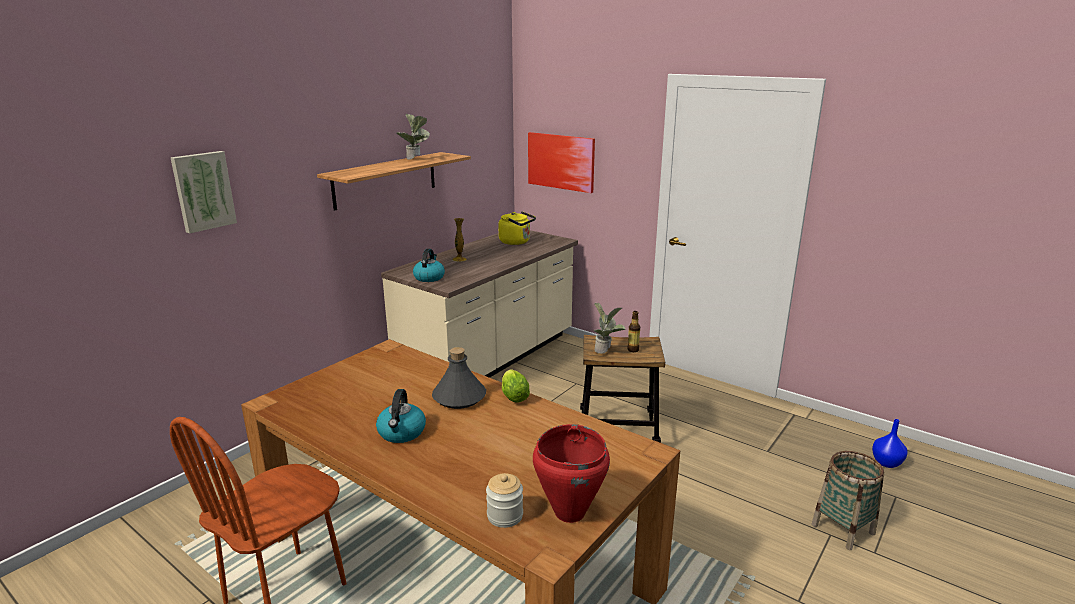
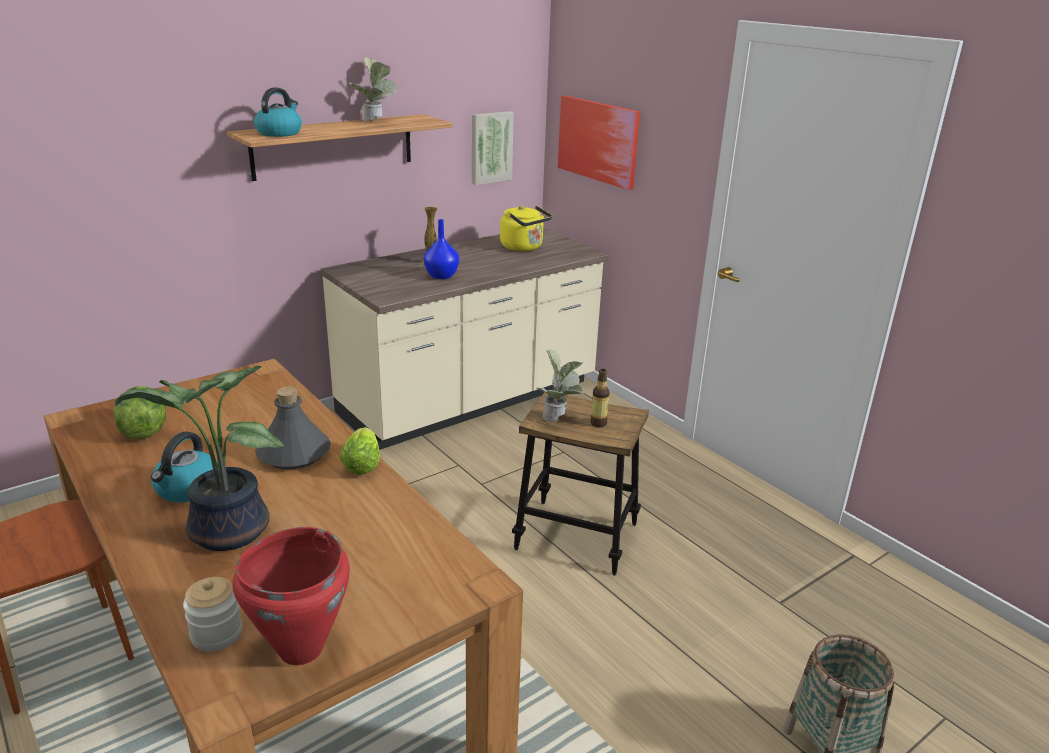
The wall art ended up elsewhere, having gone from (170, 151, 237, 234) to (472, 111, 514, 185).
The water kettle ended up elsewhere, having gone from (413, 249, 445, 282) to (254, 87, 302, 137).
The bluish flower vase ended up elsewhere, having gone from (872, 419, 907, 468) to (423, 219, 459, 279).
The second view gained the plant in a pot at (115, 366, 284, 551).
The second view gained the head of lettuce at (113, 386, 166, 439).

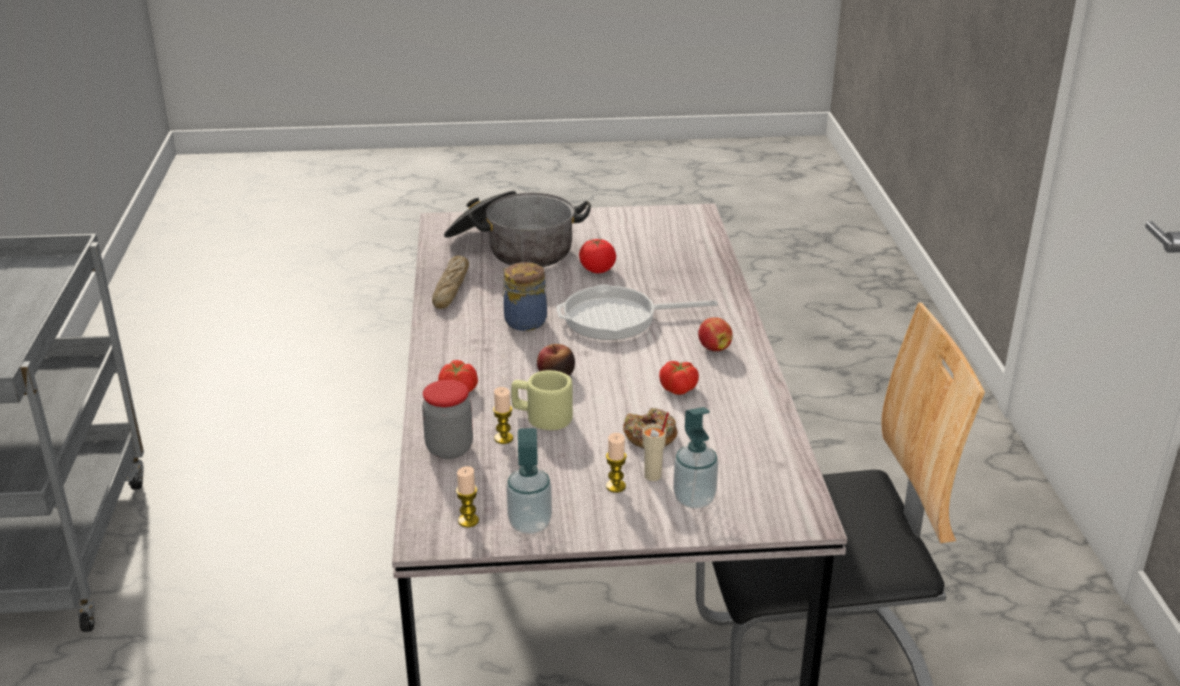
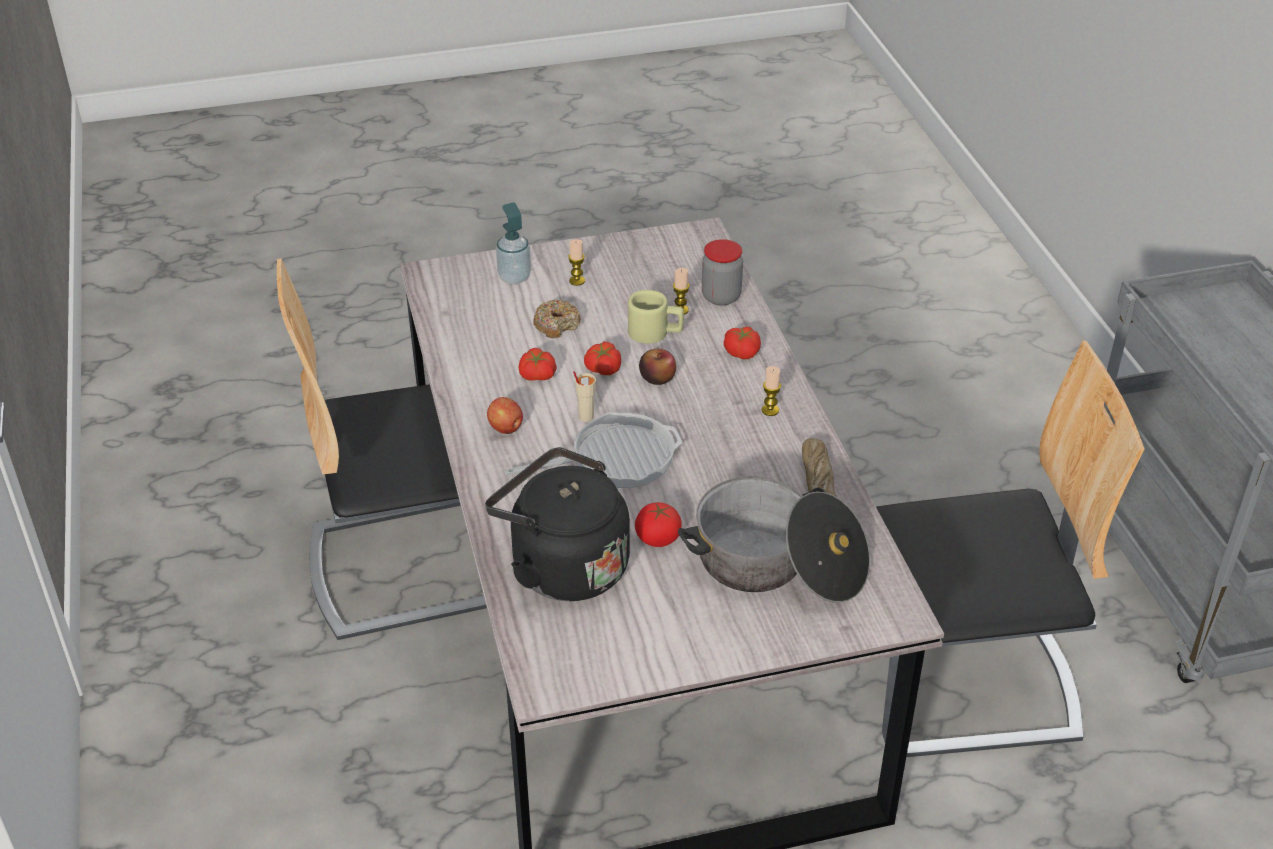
The second view lost the jar at (503, 262, 547, 331).
The beige cup ended up elsewhere, having gone from (642, 412, 669, 481) to (573, 371, 596, 422).
The second view lost the liquid soap bottle at (506, 428, 552, 534).
The wax candle ended up elsewhere, having gone from (456, 466, 479, 528) to (762, 366, 781, 416).
The second view gained the upright chair at (876, 341, 1145, 757).
The second view gained the tomato at (584, 342, 621, 375).
The second view gained the black water kettle at (485, 447, 630, 601).

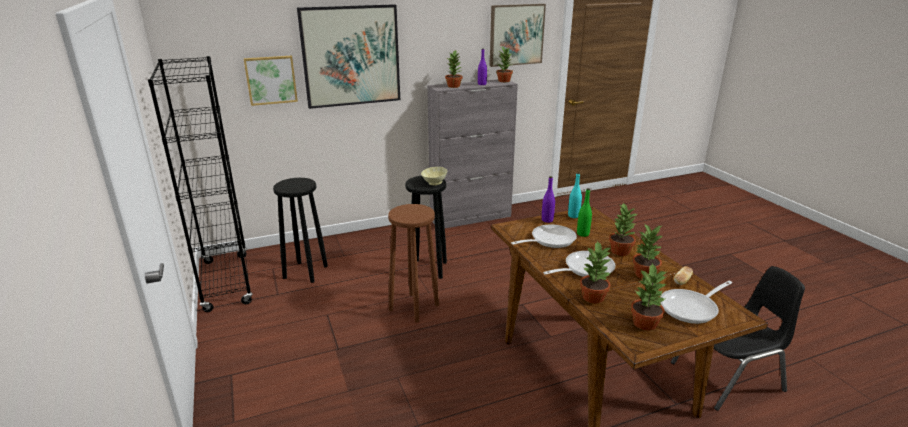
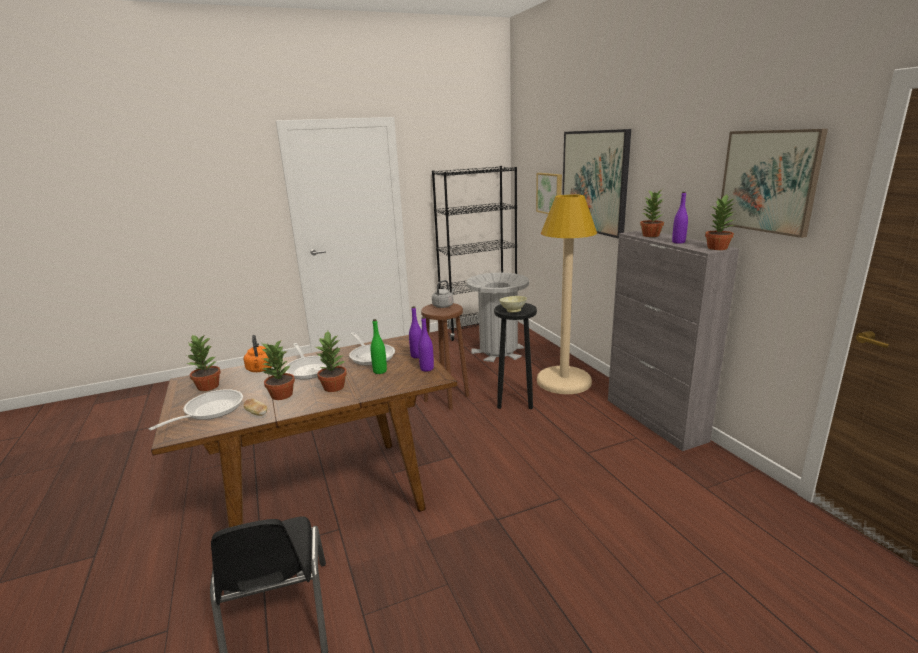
What was the blue-green beverage bottle at (568, 173, 582, 218) turned into the purple-coloured beverage bottle at (418, 317, 434, 371).
Where the black stool stood at (273, 178, 328, 283), the gray trash can came to stand at (467, 272, 529, 362).
Where the plant in a pot stood at (580, 241, 612, 304), the orange water kettle came to stand at (244, 335, 272, 372).
The frying pan at (660, 281, 732, 324) ended up facing another way, 60 degrees clockwise from before.
The second view gained the beige floor lamp at (537, 194, 597, 394).
The second view gained the gray water kettle at (432, 280, 455, 308).

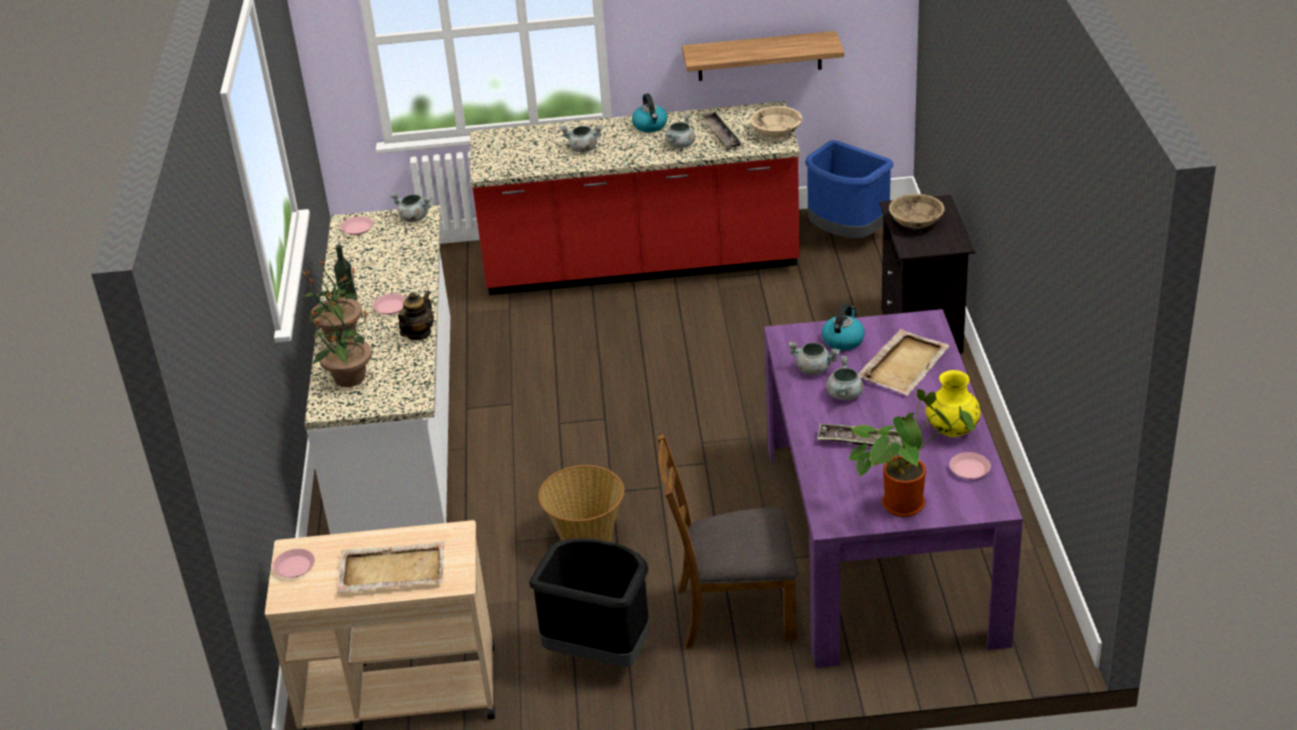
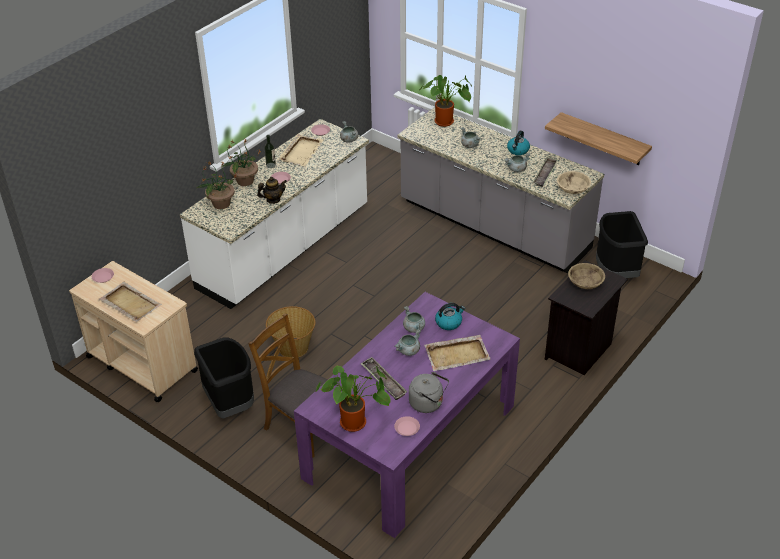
What was the reddish kitchen base unit at (470, 101, 800, 295) turned into the gray kitchen base unit at (397, 107, 604, 274).
What was the bluish trash can at (805, 140, 893, 239) turned into the black trash can at (596, 211, 648, 278).
Where the yellow-coloured flower vase stood at (926, 370, 981, 437), the gray water kettle came to stand at (409, 372, 449, 413).
The second view gained the plant in a pot at (419, 75, 472, 127).
The second view gained the beige tray at (278, 134, 323, 167).

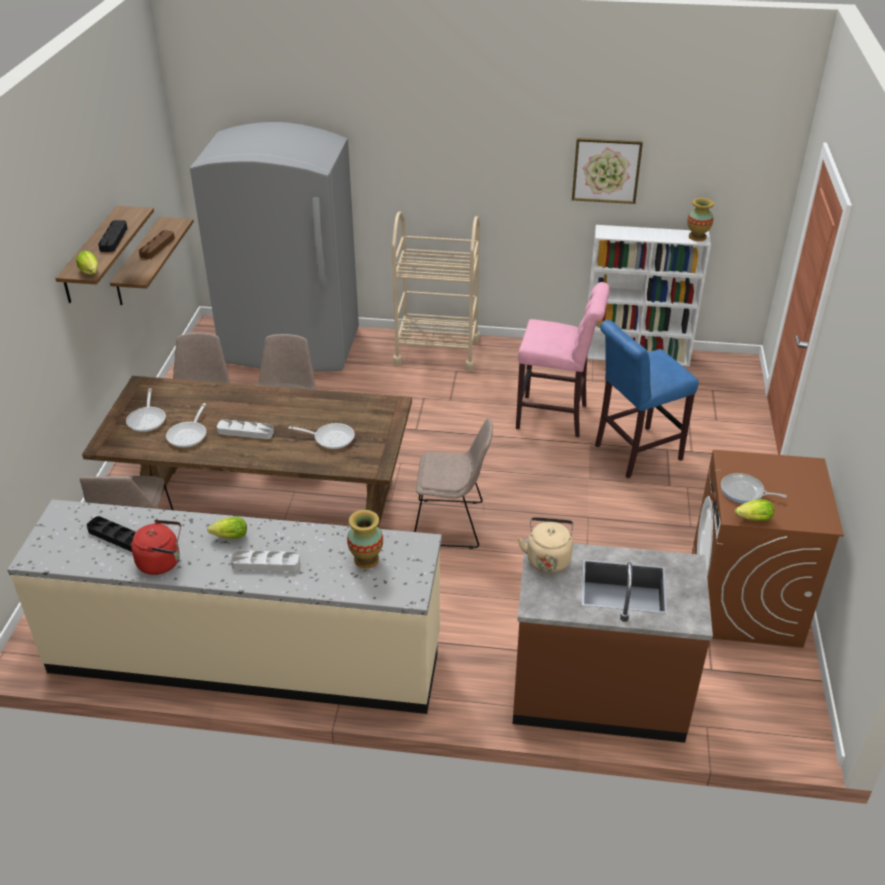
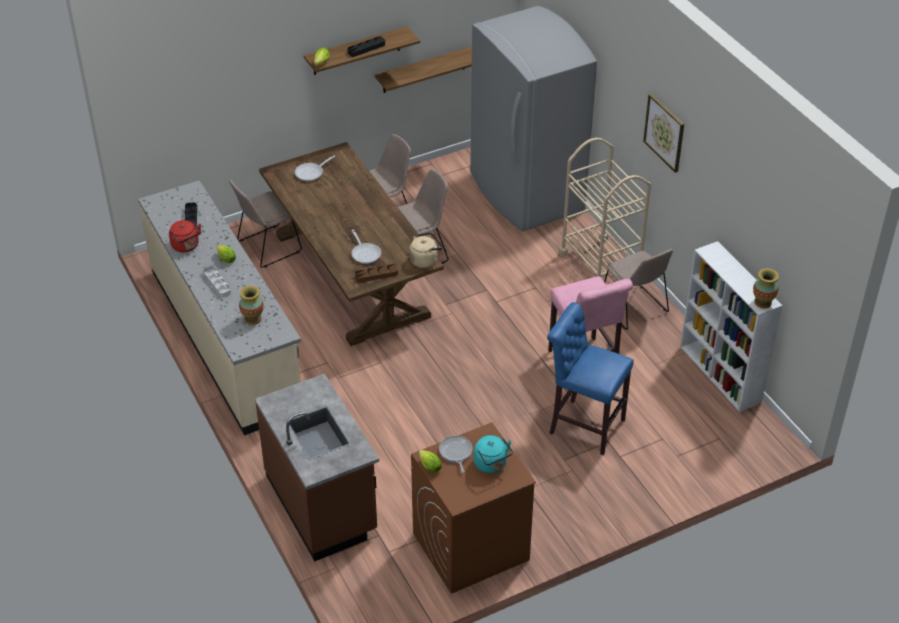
The wall art ended up elsewhere, having gone from (572, 138, 643, 204) to (643, 94, 684, 173).
The brown-coloured tray ended up elsewhere, having gone from (139, 230, 175, 259) to (355, 264, 398, 283).
The second view lost the frying pan at (166, 403, 206, 448).
The beige upright chair ended up elsewhere, having gone from (414, 418, 493, 549) to (604, 249, 673, 330).
The second view lost the gray tray at (217, 419, 274, 439).
The beige water kettle ended up elsewhere, having gone from (518, 517, 573, 573) to (409, 232, 443, 268).
The second view gained the blue-green water kettle at (474, 435, 513, 474).

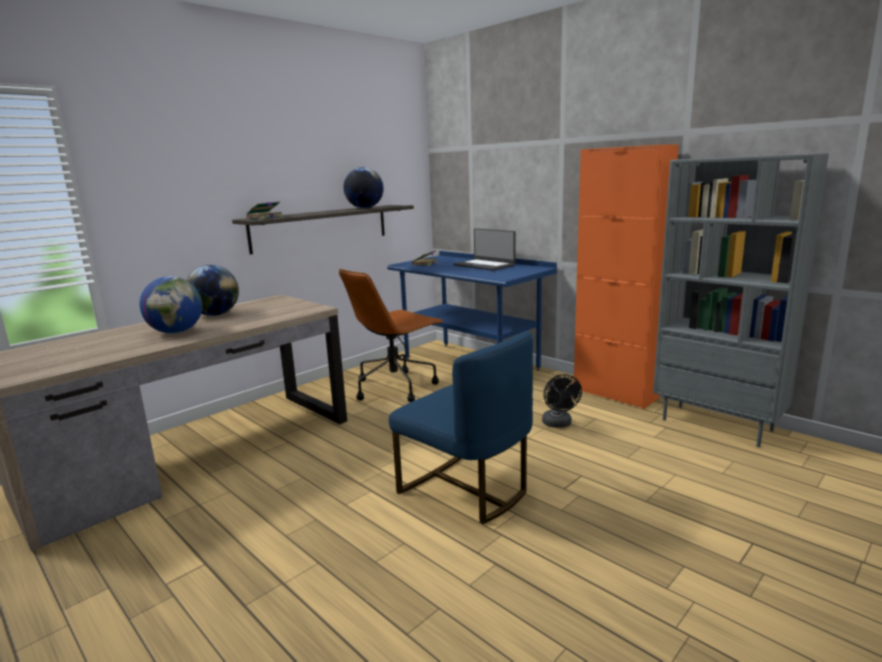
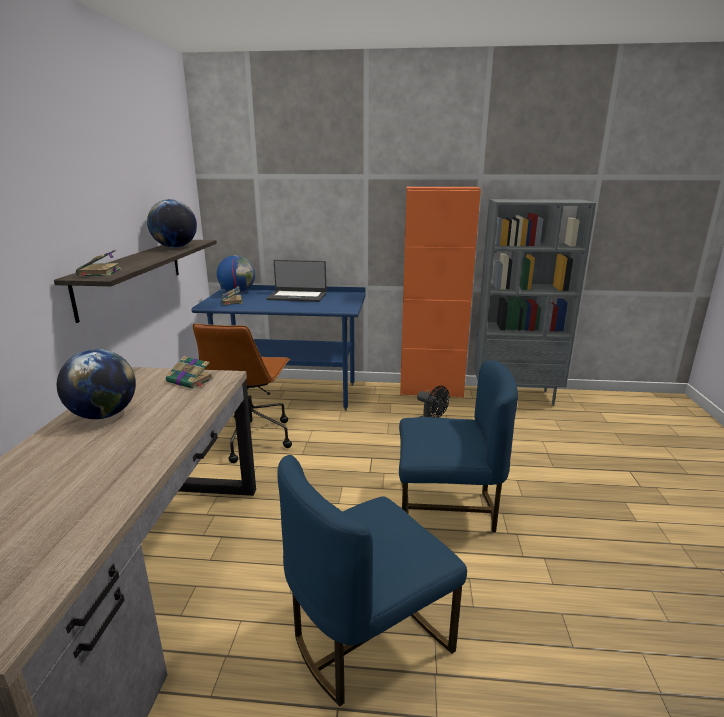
The globe ended up elsewhere, having gone from (140, 276, 203, 333) to (217, 255, 255, 293).
The second view gained the volume at (166, 356, 214, 389).
The second view gained the bluish upright chair at (277, 455, 467, 706).

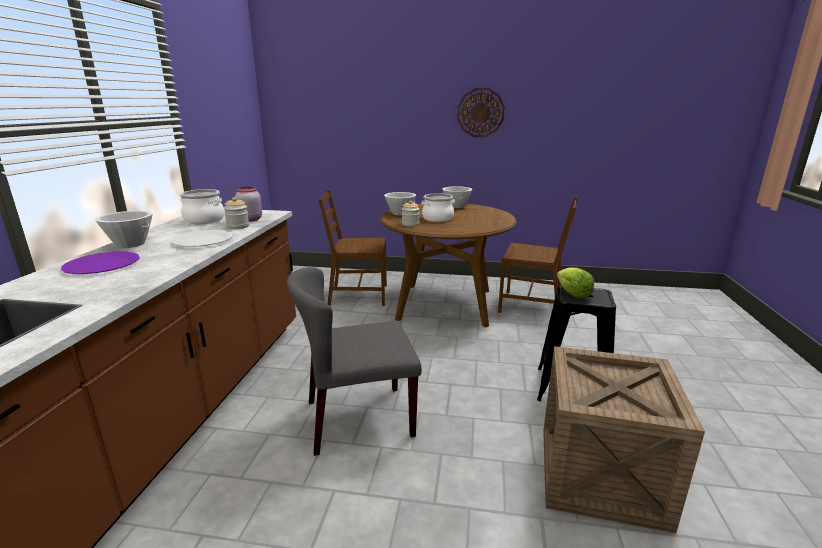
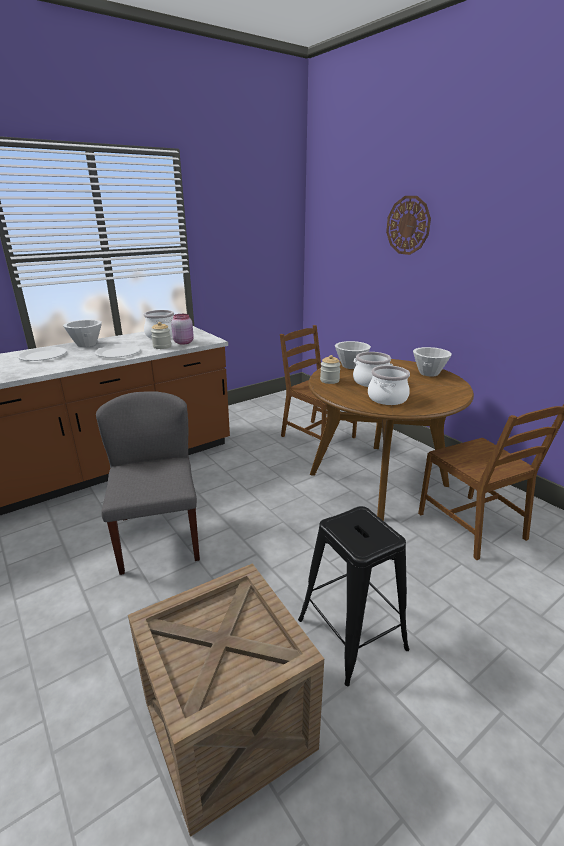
The hanging clock ended up elsewhere, having gone from (457, 88, 505, 137) to (386, 196, 431, 255).
What was the purple-coloured plate at (61, 251, 140, 274) turned into the white-coloured plate at (17, 347, 67, 361).
The gray upright chair at (286, 267, 422, 456) ended up facing another way, 45 degrees clockwise from before.
The second view lost the head of lettuce at (557, 267, 594, 299).
The second view gained the cooking pot at (368, 365, 410, 405).

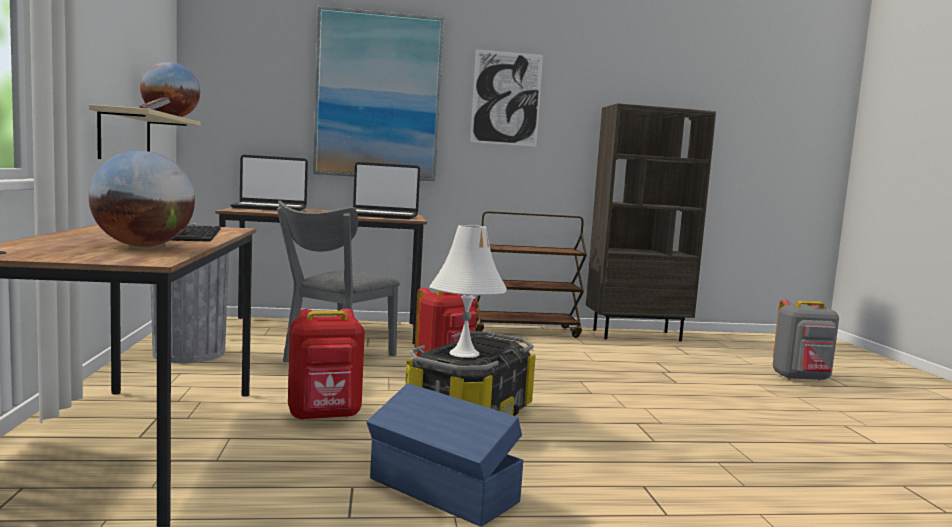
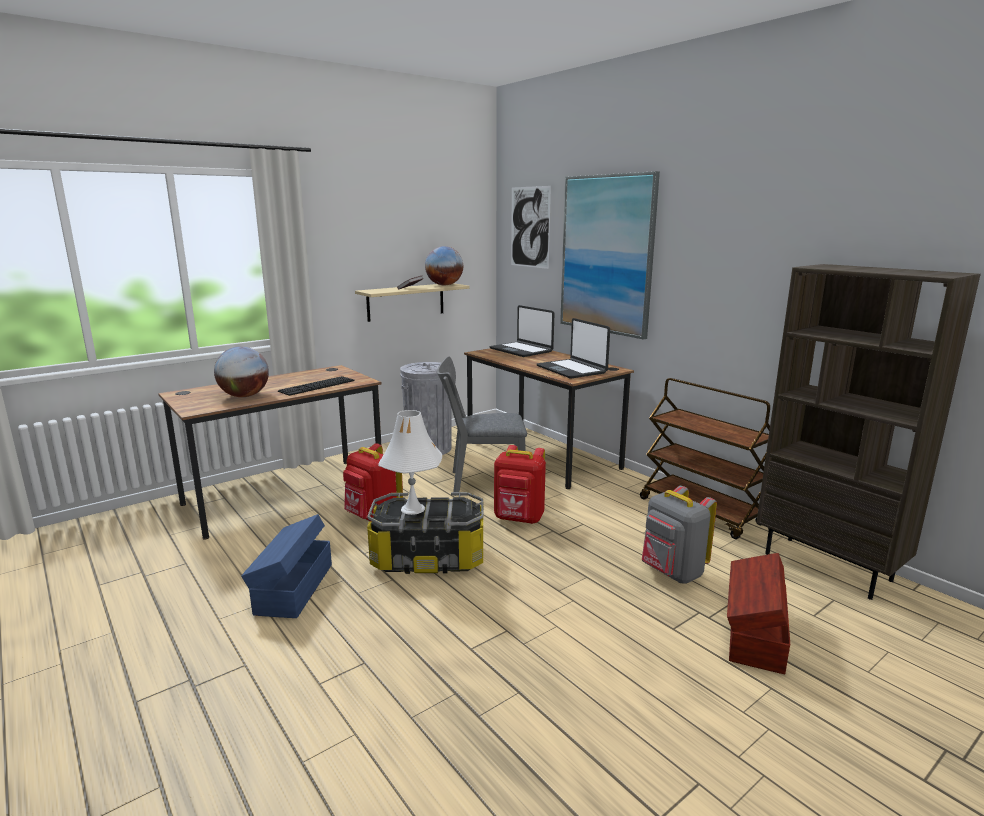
The wall art ended up elsewhere, having gone from (470, 49, 543, 146) to (511, 186, 551, 269).
The gray backpack ended up elsewhere, having gone from (773, 299, 839, 381) to (642, 486, 717, 584).
The second view gained the brown-coloured storage bin at (727, 553, 790, 674).

